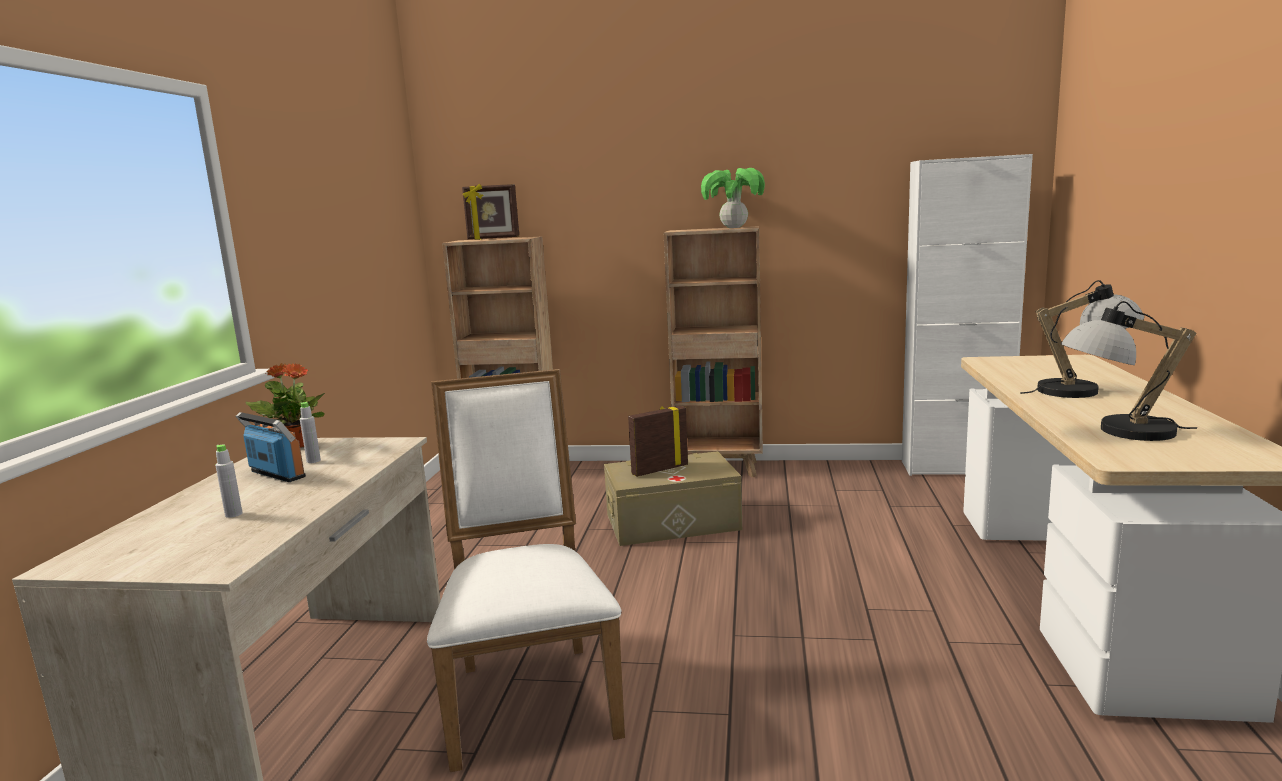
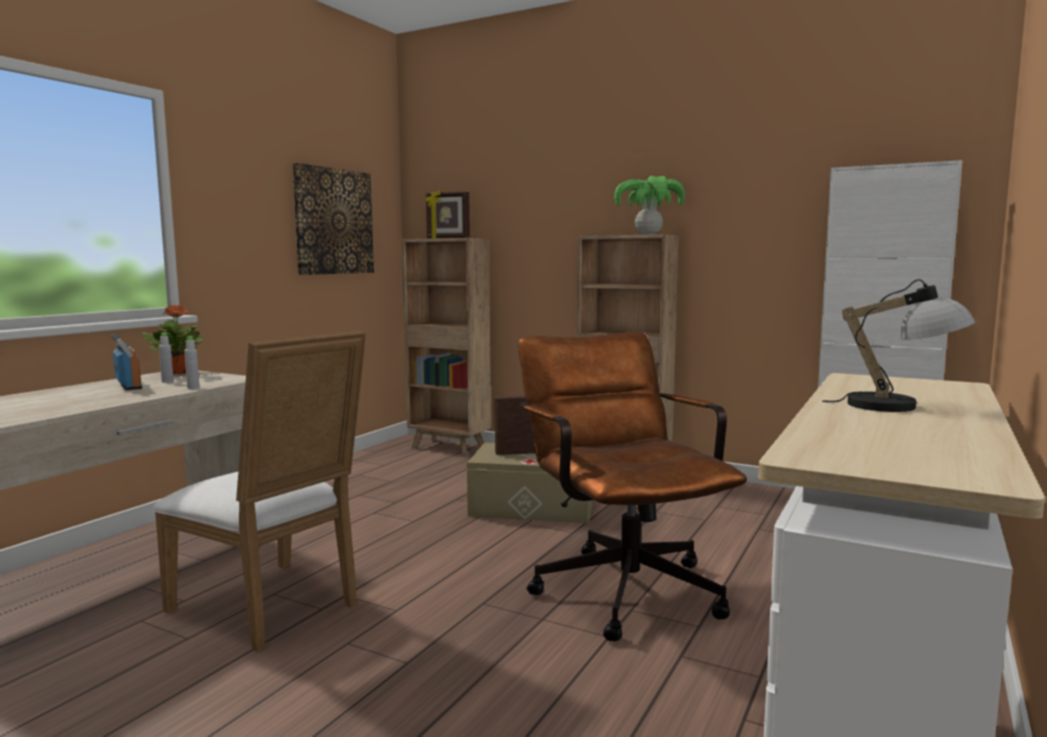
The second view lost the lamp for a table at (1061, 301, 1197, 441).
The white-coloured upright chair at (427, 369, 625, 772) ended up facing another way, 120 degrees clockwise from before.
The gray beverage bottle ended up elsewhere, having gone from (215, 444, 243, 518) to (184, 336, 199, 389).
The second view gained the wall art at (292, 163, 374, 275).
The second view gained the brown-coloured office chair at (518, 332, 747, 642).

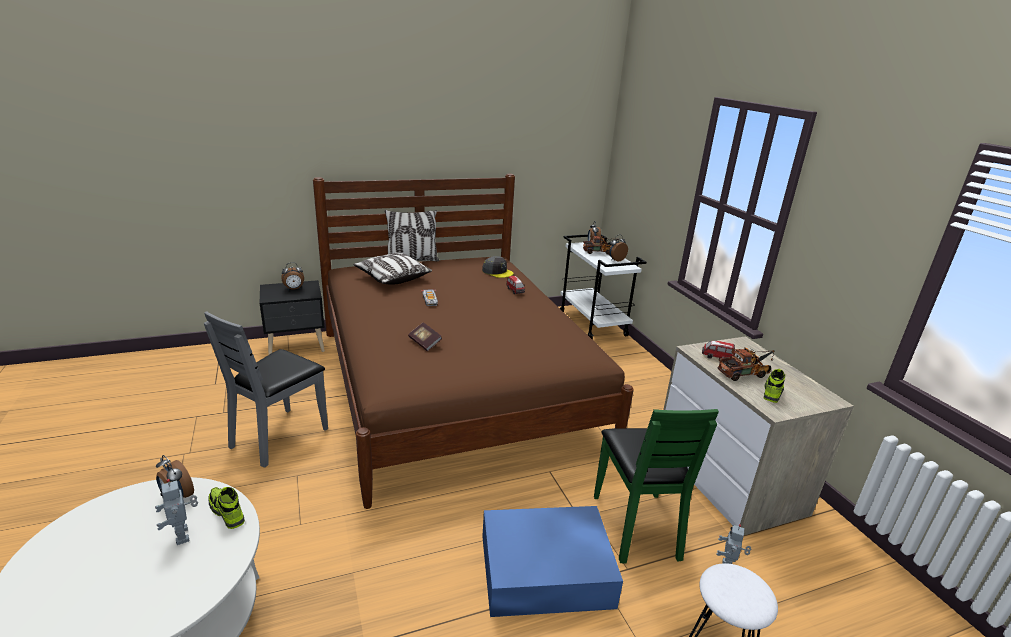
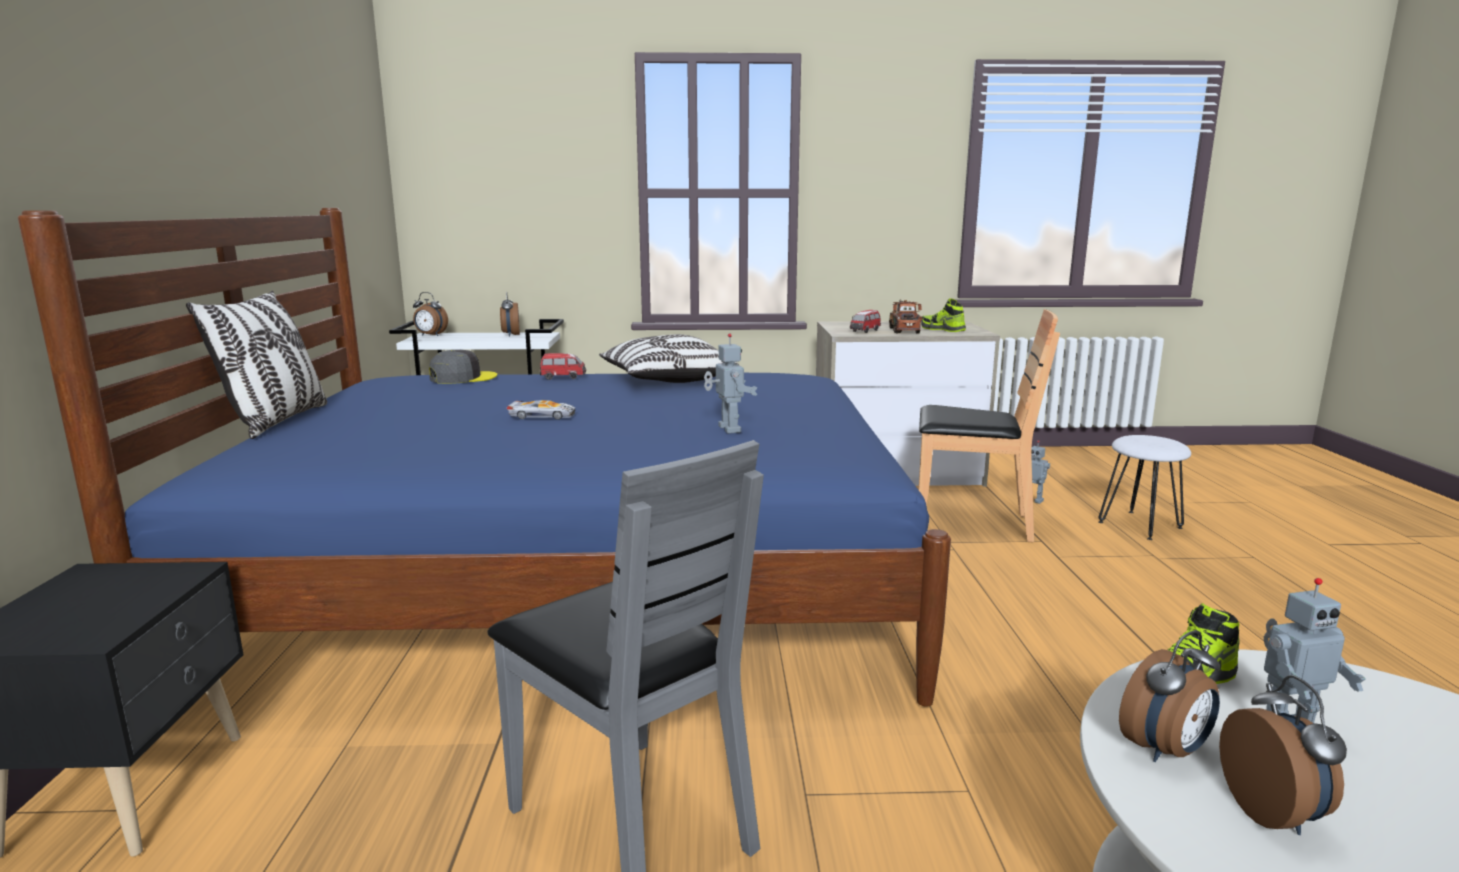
What was the brown-coloured sleeping bed at (313, 174, 634, 509) turned into the bluish sleeping bed at (18, 208, 951, 707).
The second view lost the toy lorry at (583, 236, 617, 255).
The cushion ended up elsewhere, having gone from (353, 253, 432, 285) to (599, 334, 740, 383).
The alarm clock ended up elsewhere, having gone from (281, 262, 304, 290) to (1219, 675, 1347, 835).
Where the volume stood at (408, 322, 442, 351), the toy robot came to stand at (704, 334, 757, 434).
What was the greenish upright chair at (594, 409, 719, 564) turned into the brown-coloured upright chair at (919, 309, 1060, 542).
The second view lost the bluish storage bin at (482, 506, 623, 617).

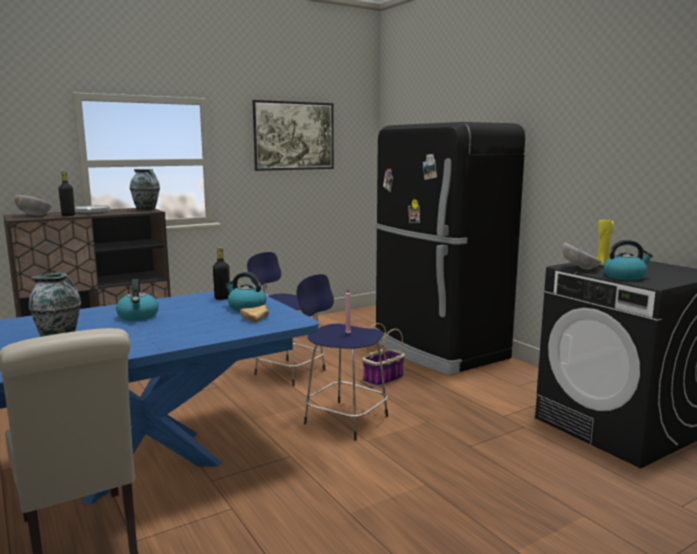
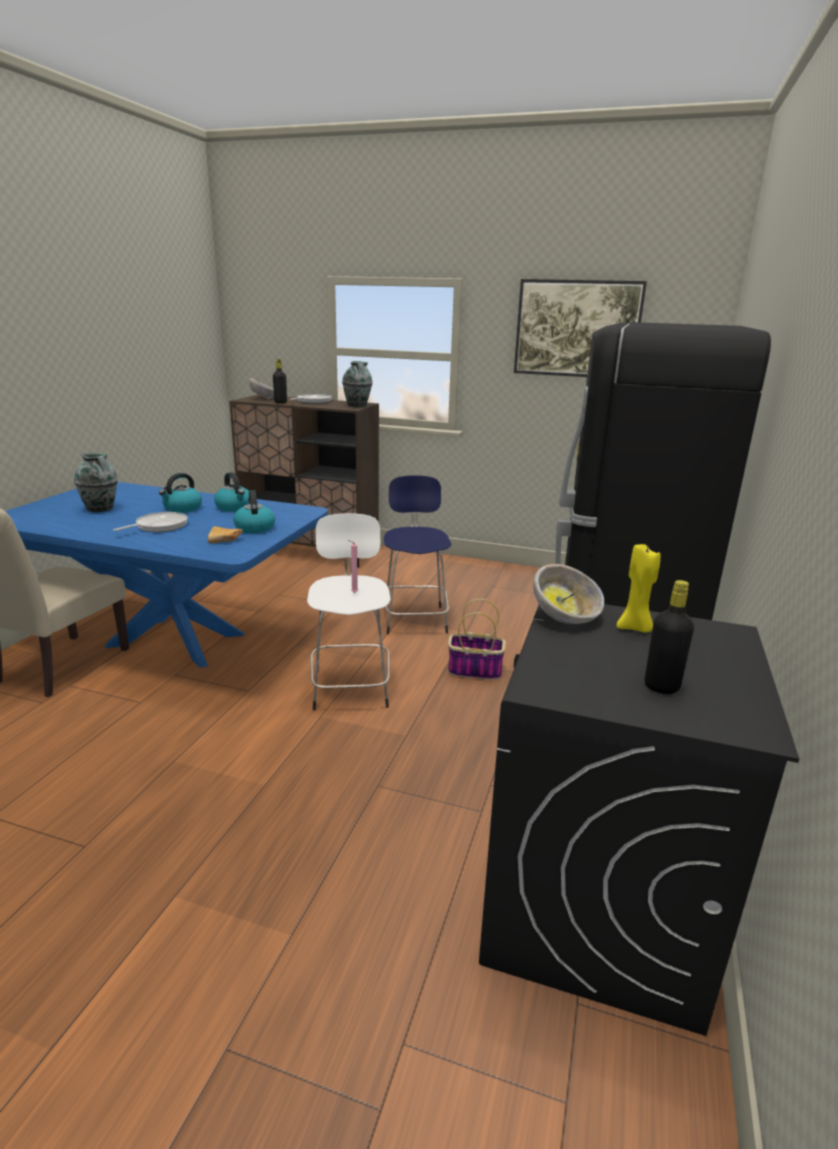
The water kettle ended up elsewhere, having gone from (604, 240, 653, 281) to (214, 472, 249, 512).
The black beverage bottle ended up elsewhere, having gone from (213, 247, 230, 300) to (645, 580, 694, 694).
What was the bluish stool at (296, 274, 388, 441) turned into the white-coloured stool at (307, 513, 390, 711).
The second view gained the frying pan at (113, 512, 188, 532).

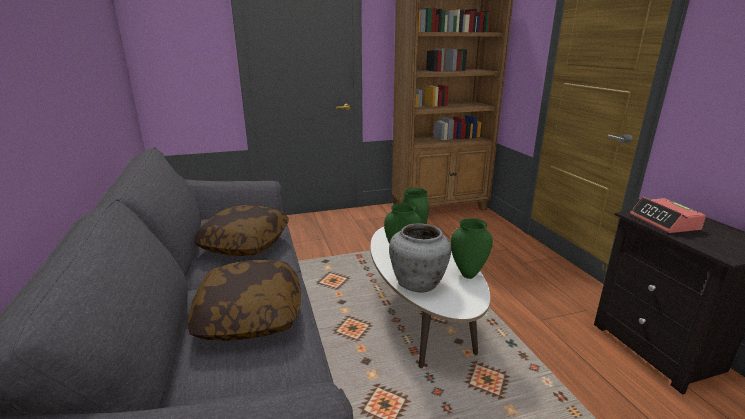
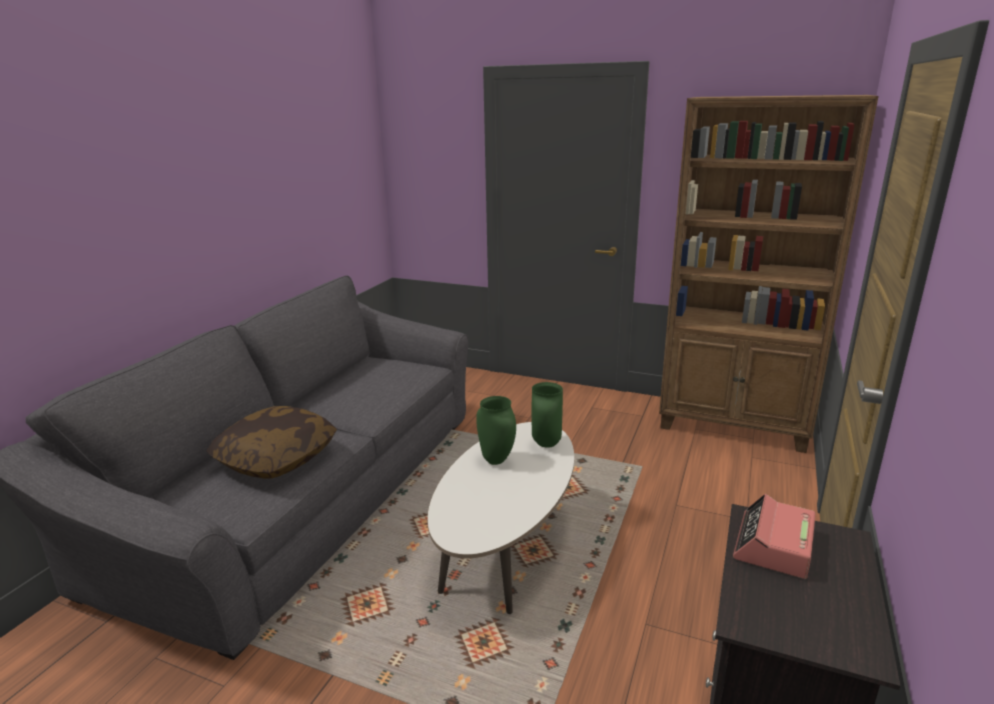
The second view lost the cushion at (194, 205, 289, 256).
The second view lost the greenish flower vase at (451, 218, 493, 279).
The second view lost the gray flower vase at (389, 223, 451, 293).

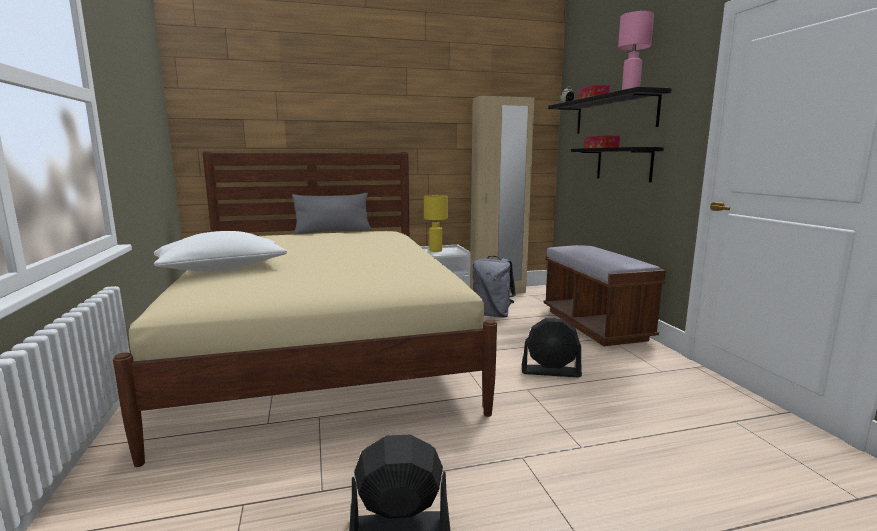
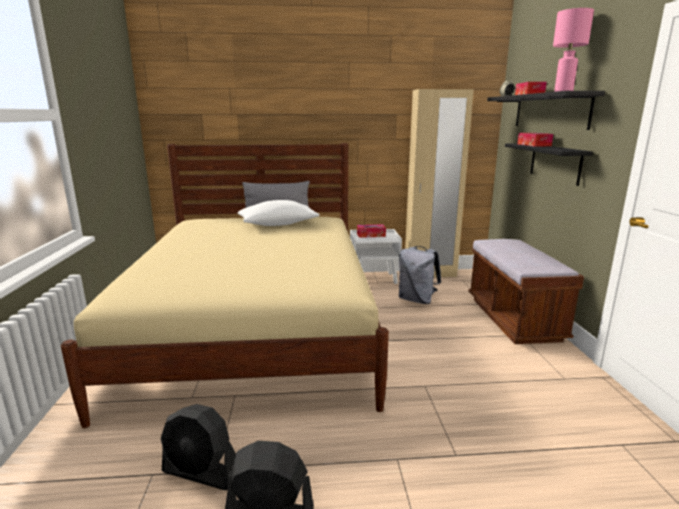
Where the yellow-coloured lamp for a table stood at (424, 195, 448, 252), the tissue box came to stand at (357, 224, 386, 238).
The white-coloured cushion ended up elsewhere, having gone from (154, 231, 287, 272) to (238, 200, 320, 226).
The black fan ended up elsewhere, having gone from (522, 318, 582, 378) to (161, 404, 236, 490).

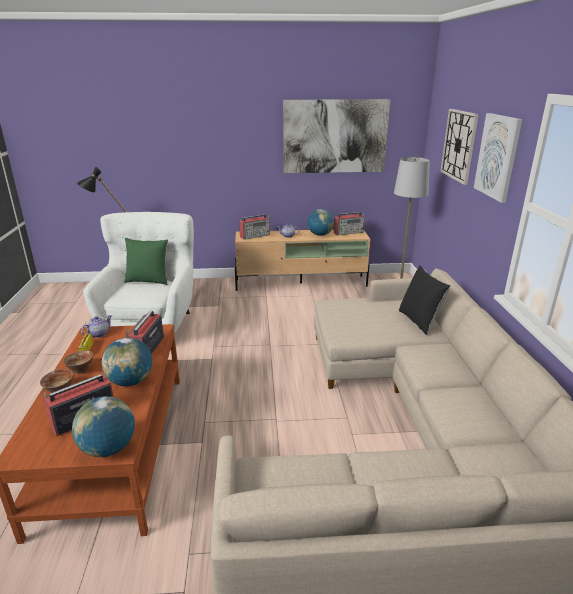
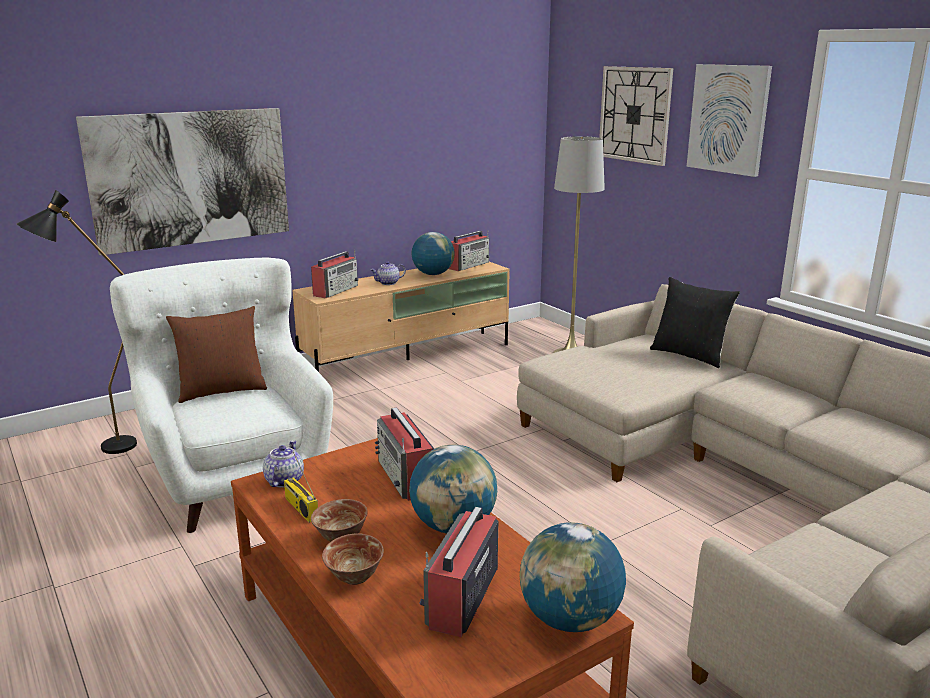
The wall art ended up elsewhere, having gone from (283, 99, 390, 173) to (76, 108, 289, 256).
What was the greenish cushion at (124, 238, 168, 285) turned into the brown-coloured cushion at (166, 306, 267, 403).

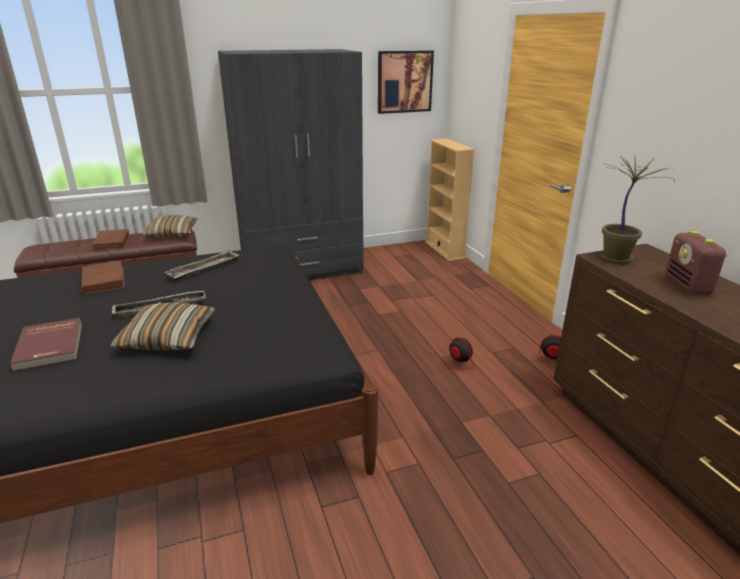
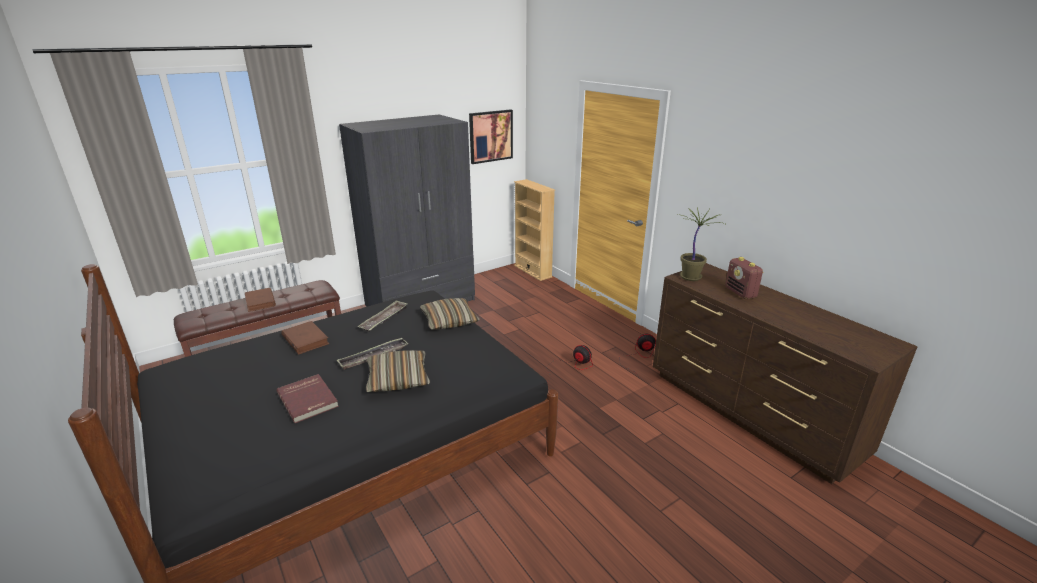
The cushion ended up elsewhere, having gone from (143, 215, 197, 238) to (420, 298, 480, 329).

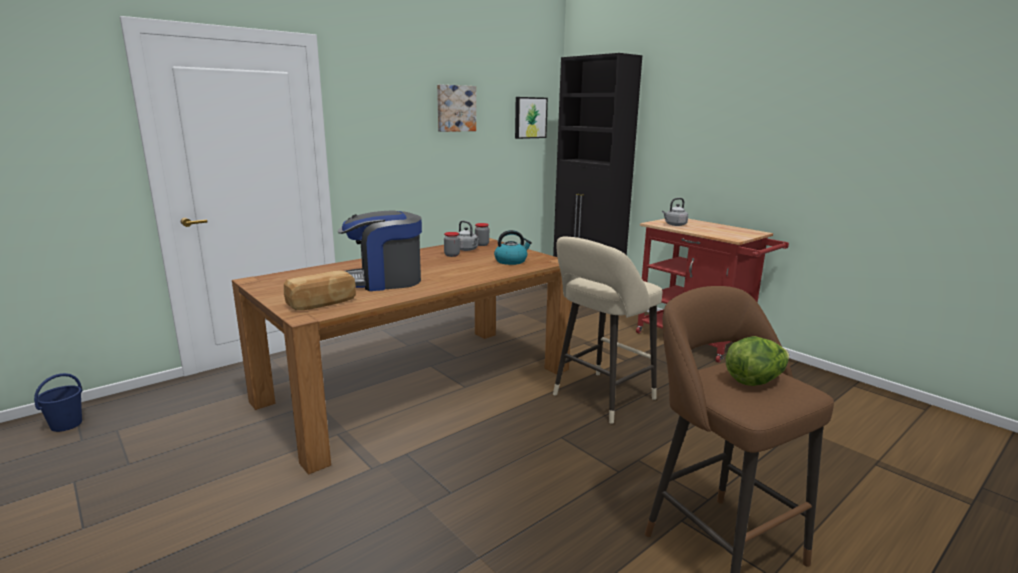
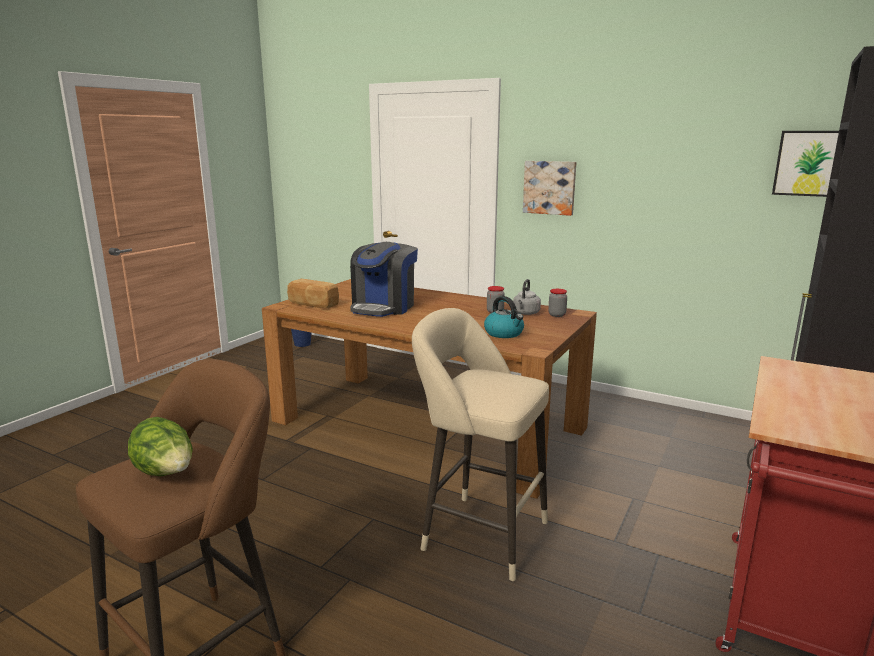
The wall art ended up elsewhere, having gone from (437, 84, 476, 132) to (523, 161, 576, 216).
The second view lost the gray water kettle at (662, 198, 688, 226).
The coffee brewer at (338, 210, 422, 291) ended up facing another way, 120 degrees counterclockwise from before.

